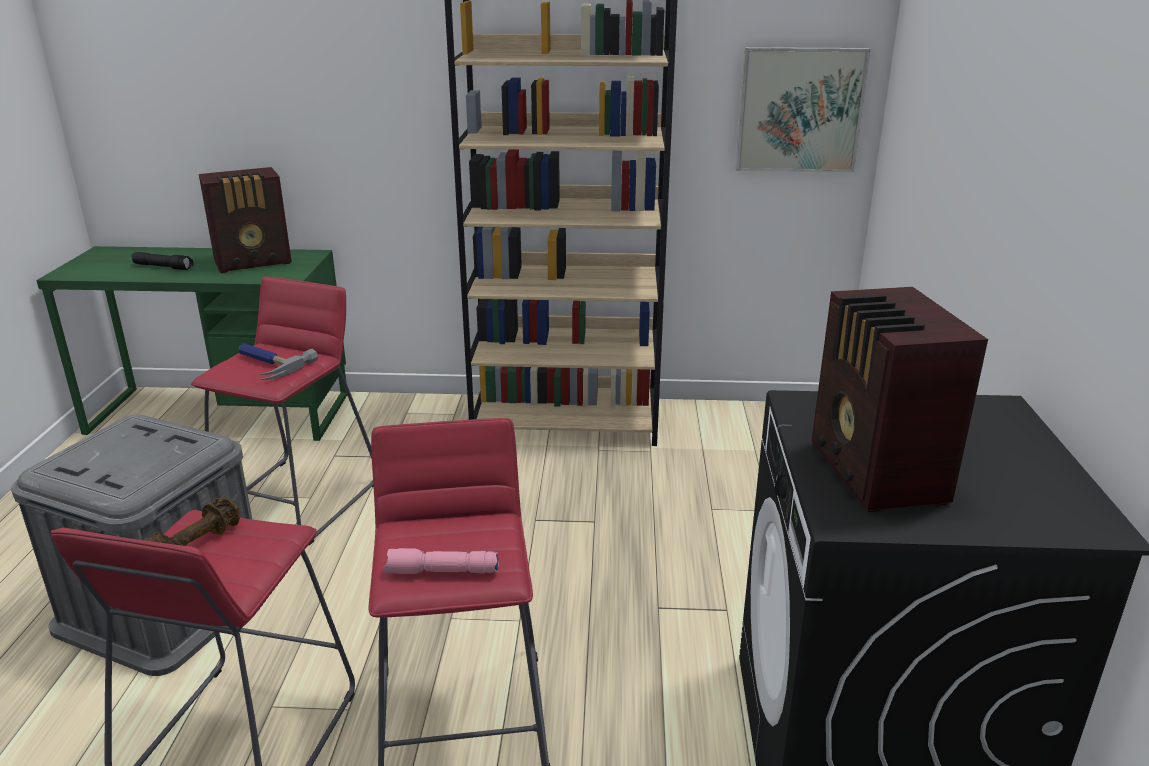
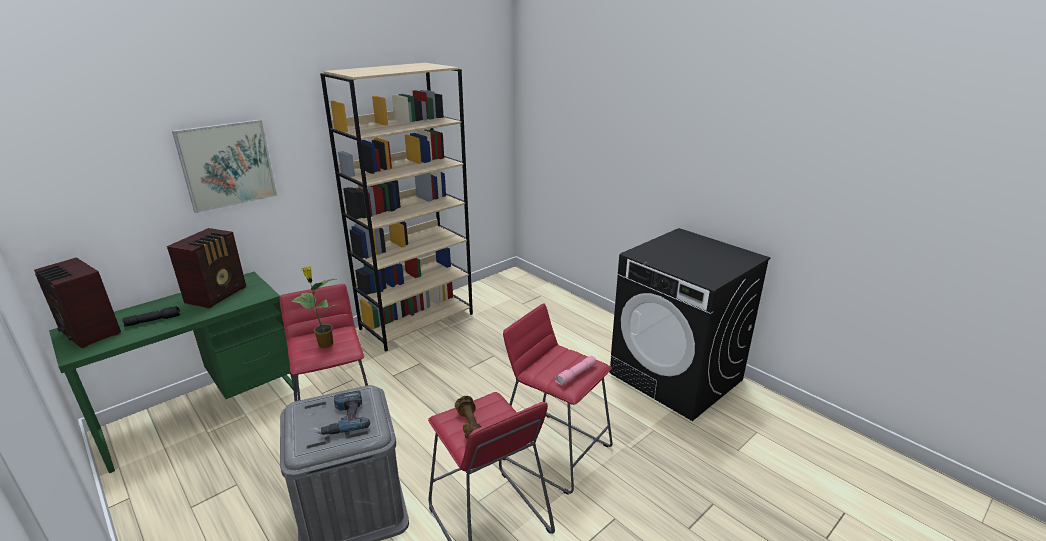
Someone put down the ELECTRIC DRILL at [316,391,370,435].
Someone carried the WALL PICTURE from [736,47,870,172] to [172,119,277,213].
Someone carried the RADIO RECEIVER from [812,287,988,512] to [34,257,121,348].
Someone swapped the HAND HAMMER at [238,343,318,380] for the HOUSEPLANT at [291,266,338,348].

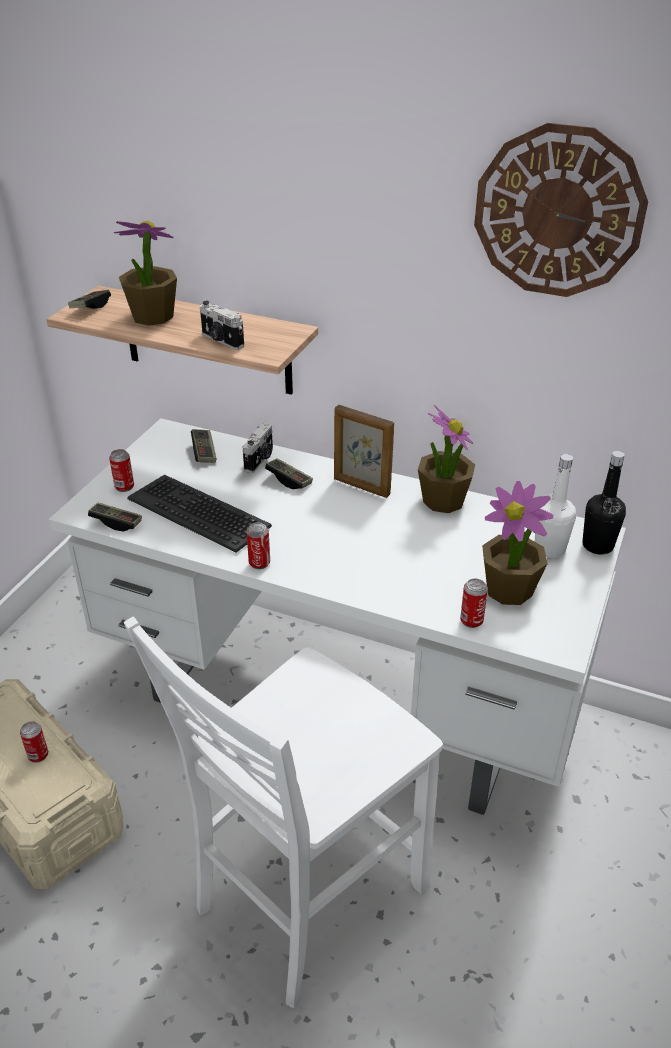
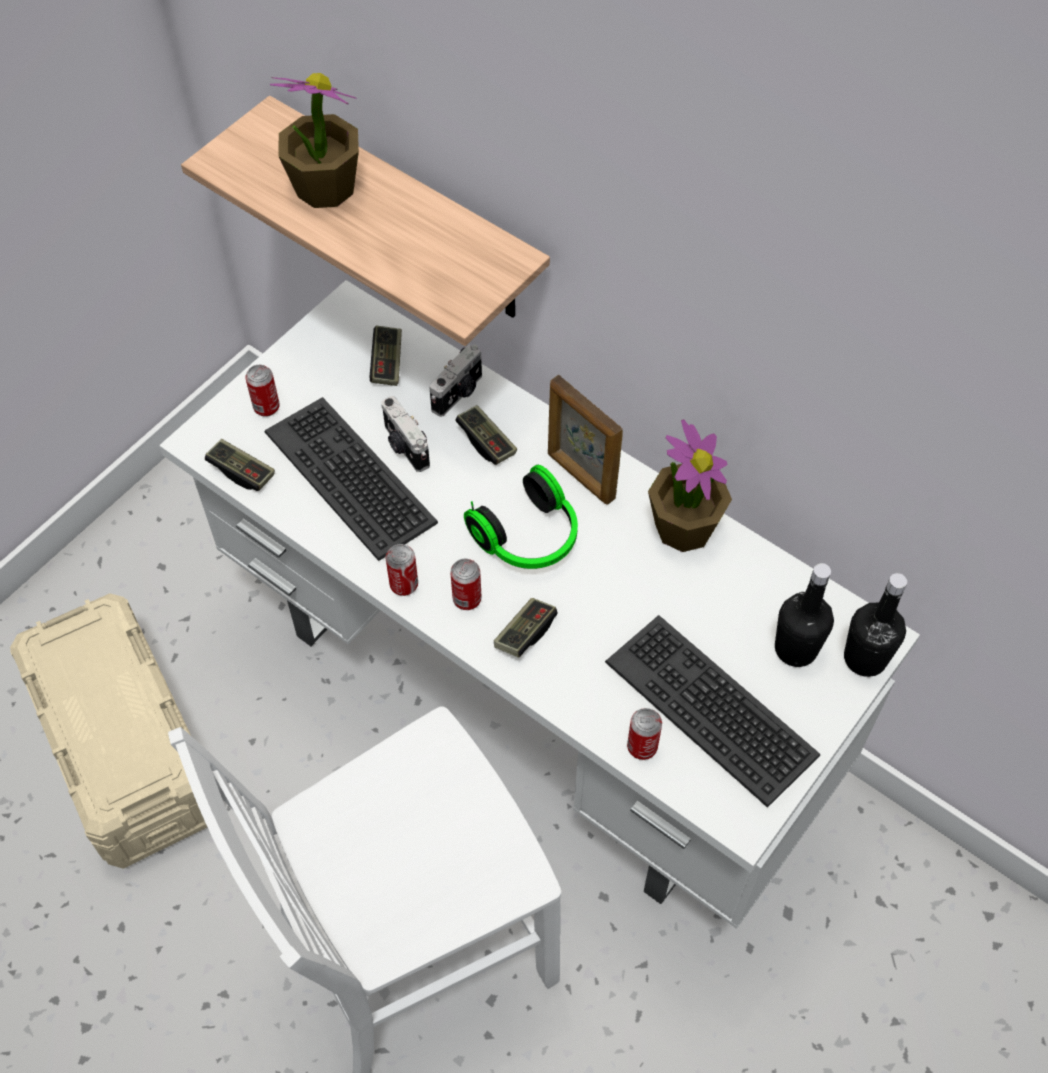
Someone took away the WALL CLOCK at [474,123,648,297].
Someone put down the HEADPHONES at [464,465,578,569].
Someone carried the METAL CAN from [20,721,48,763] to [450,558,482,610].
Someone carried the GAME CONTROLLER from [68,290,111,309] to [494,598,558,657].
Someone carried the PHOTO CAMERA from [200,301,244,350] to [381,396,430,472].
Someone swapped the HOUSEPLANT at [482,481,553,605] for the COMPUTER KEYBOARD at [605,615,820,808].
Someone repainted the WHITE-COLOURED DRINK BOTTLE at [535,454,576,558], which became the BLACKISH DRINK BOTTLE at [775,563,834,667].

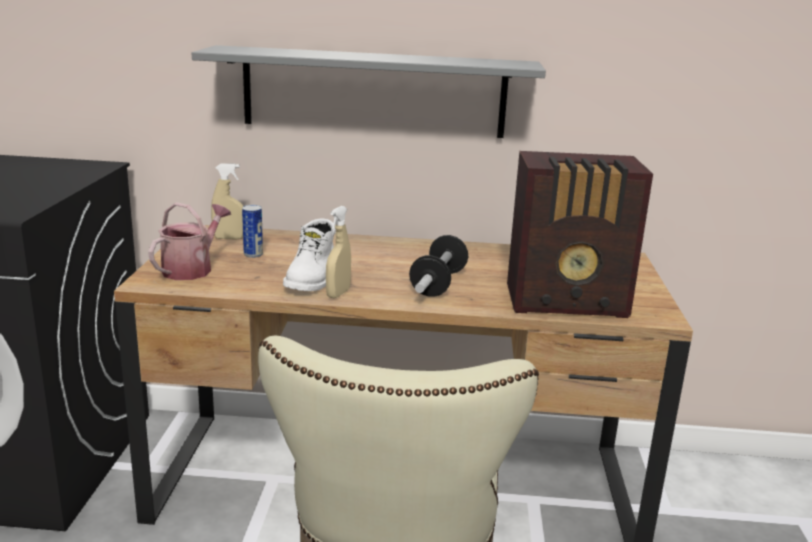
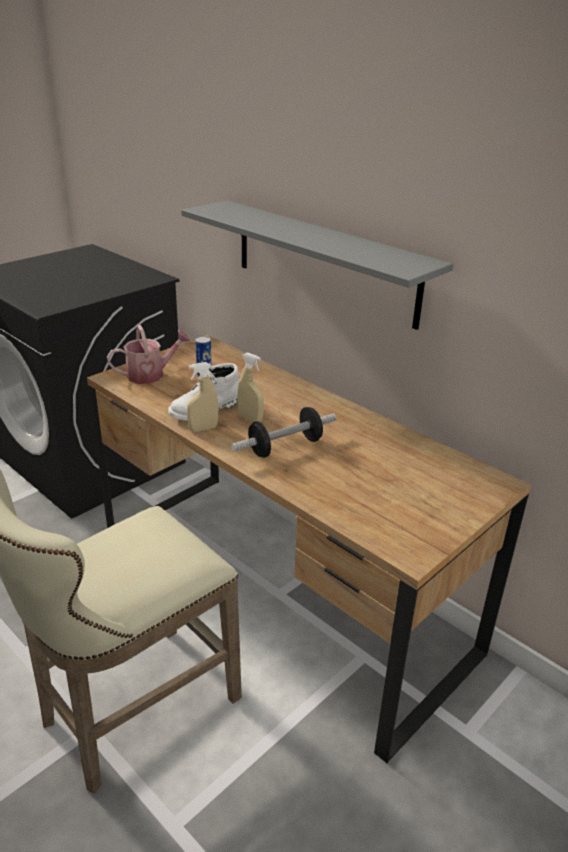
Someone took away the RADIO RECEIVER at [507,151,653,318].
Someone carried the BEIGE SPRAY BOTTLE from [211,163,243,240] to [238,352,264,422].

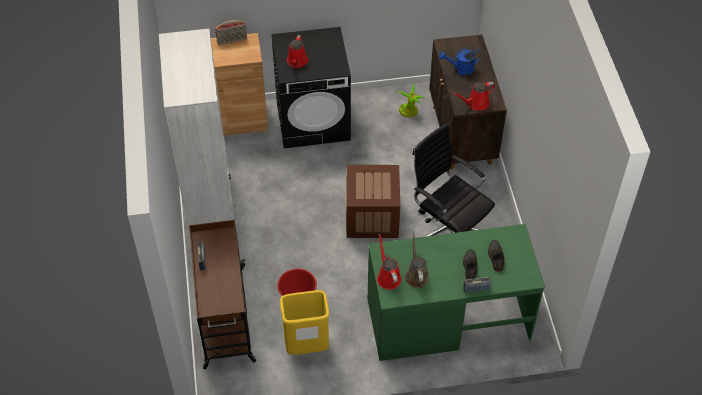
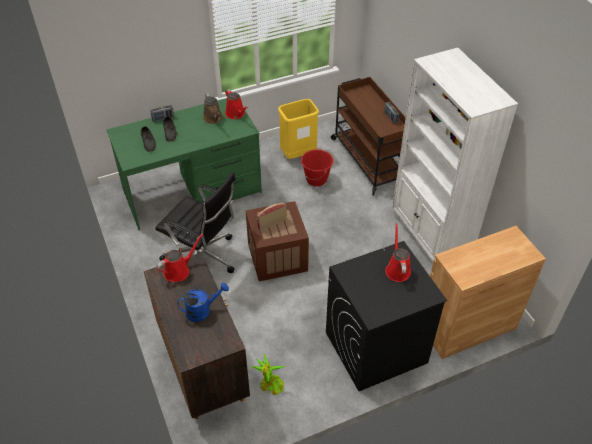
Someone carried the RADIO RECEIVER from [215,20,247,45] to [257,202,287,231].

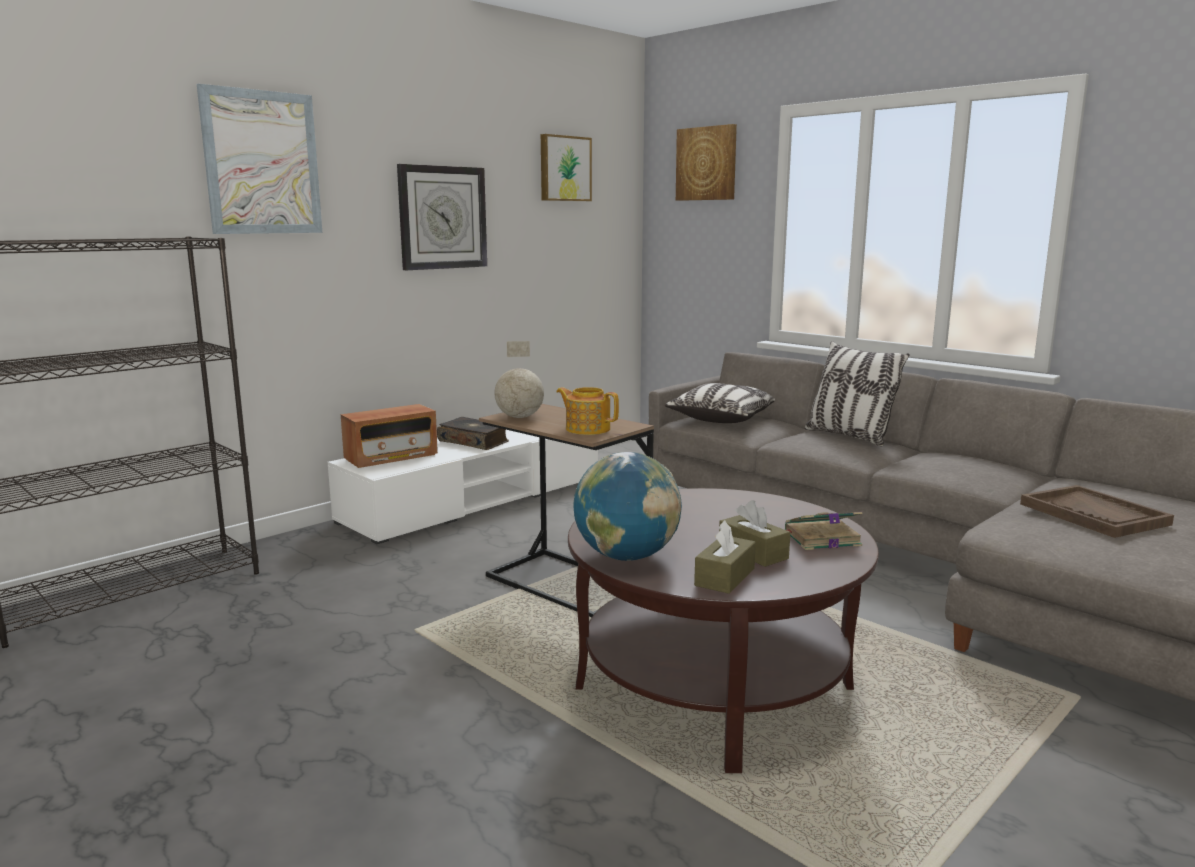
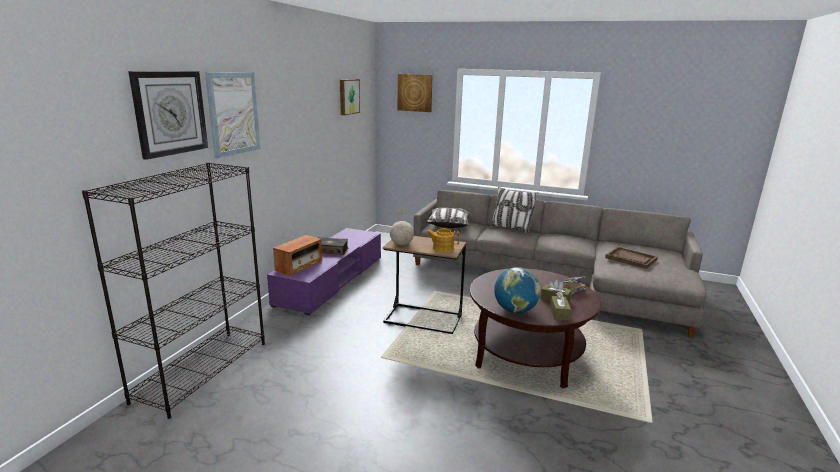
Someone carried the WALL CLOCK from [397,164,487,270] to [128,71,208,160].
Someone repainted the WHITE-COLOURED MEDIA CONSOLE at [328,430,598,545], which became the PURPLE-COLOURED MEDIA CONSOLE at [267,228,381,315].

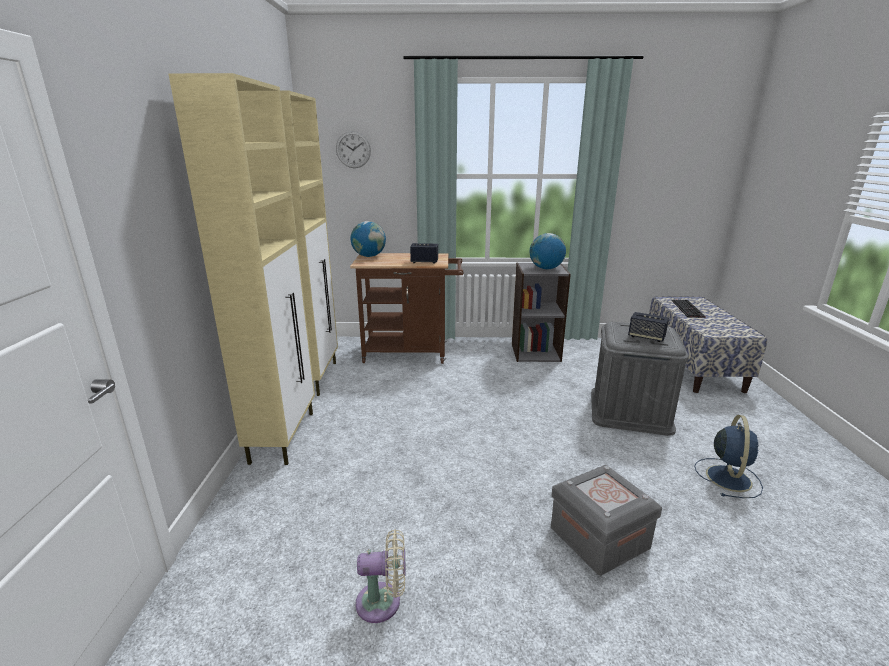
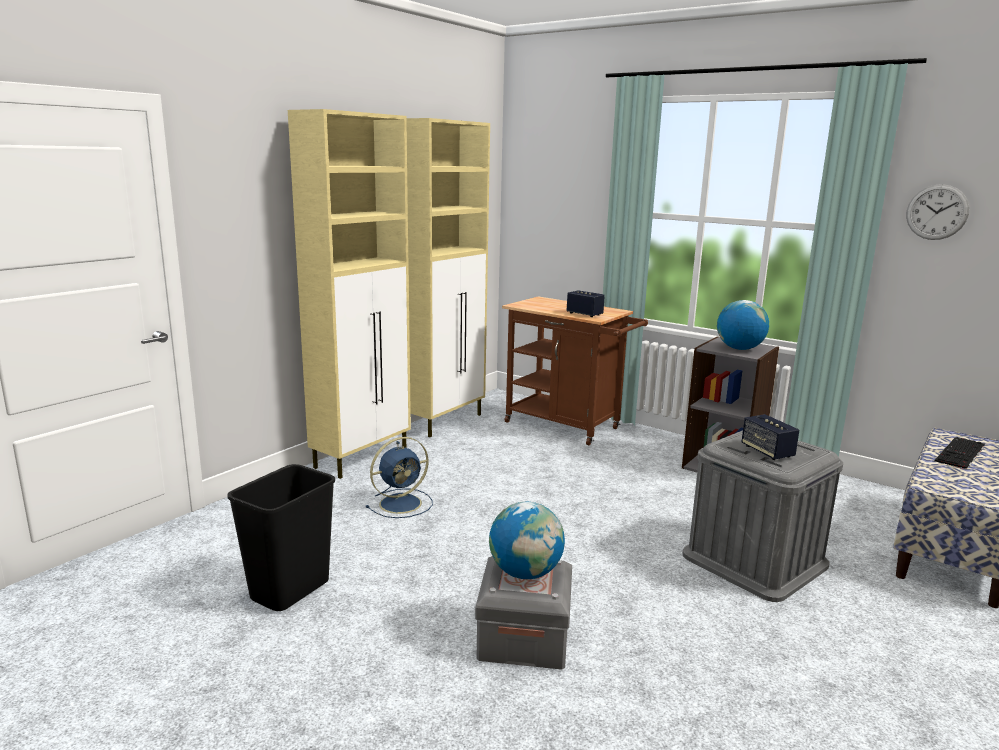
Someone carried the WALL CLOCK from [336,131,371,168] to [906,184,969,240].
Someone carried the WORLD GLOBE from [350,221,386,257] to [489,501,565,579].
Someone carried the BLUE-COLOURED ELECTRIC FAN from [695,415,763,498] to [366,437,433,518].
Someone swapped the BEIGE ELECTRIC FAN at [355,529,405,623] for the BLACKISH WASTE BIN at [227,464,335,611].

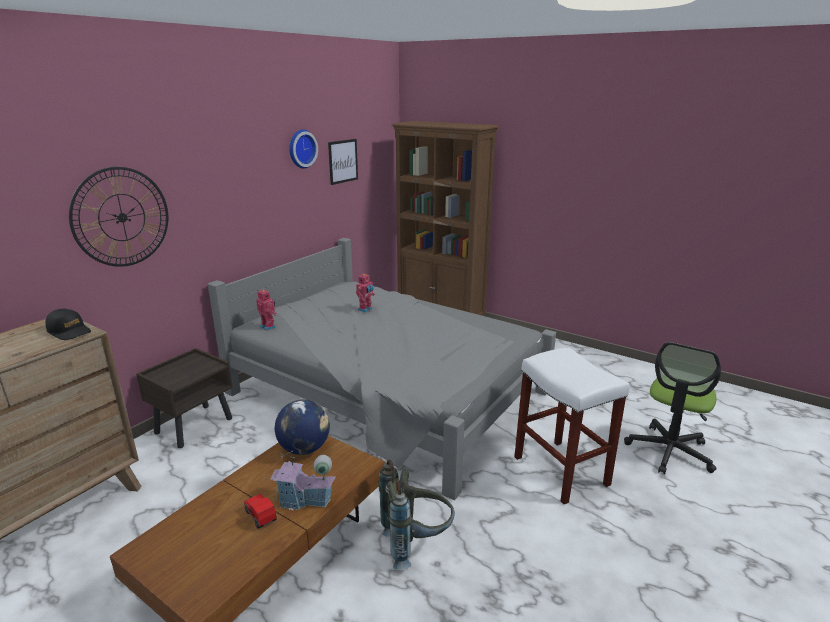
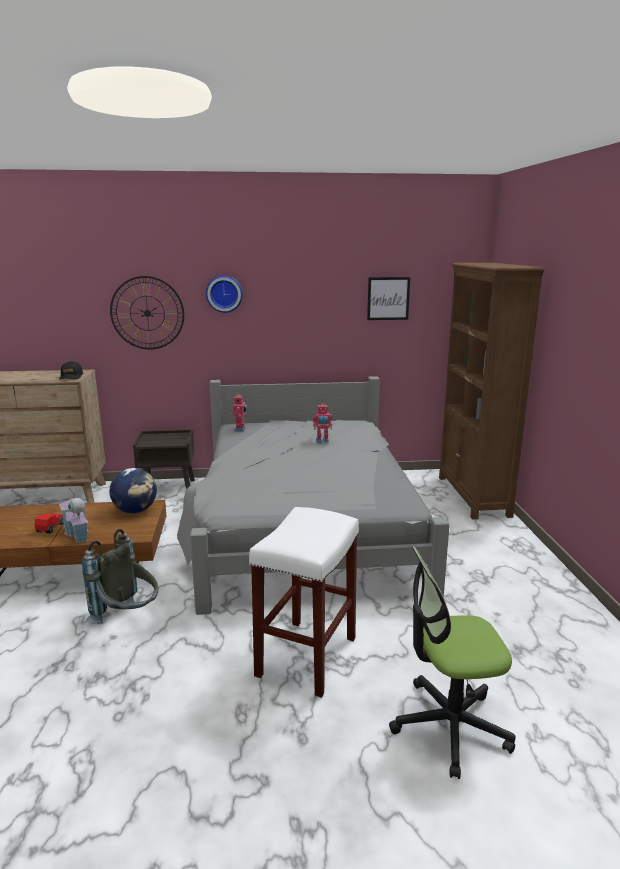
Someone carried the WALL CLOCK from [289,129,318,169] to [206,275,243,313].

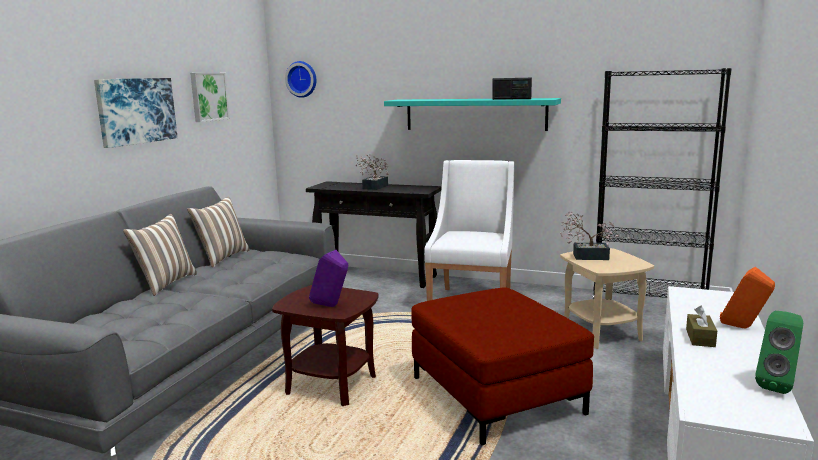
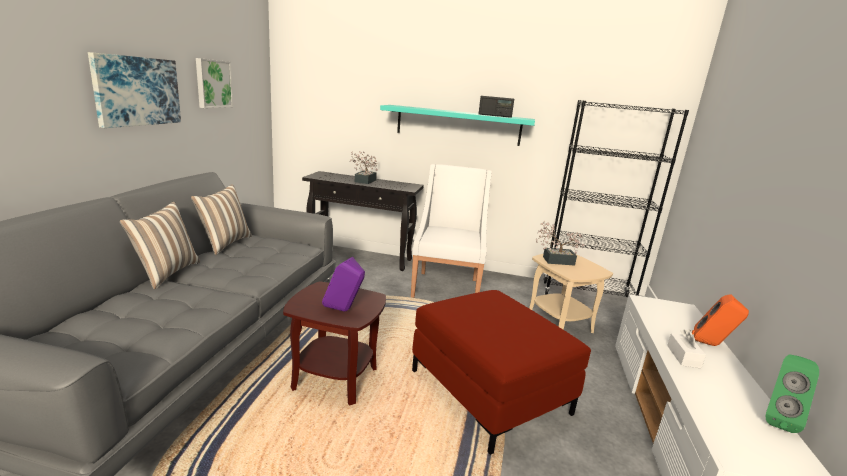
Someone took away the WALL CLOCK at [285,61,316,98].
Someone repainted the BROWN-COLOURED BOX OF TISSUES at [686,306,717,347], which became the WHITE-COLOURED BOX OF TISSUES at [667,329,706,368].

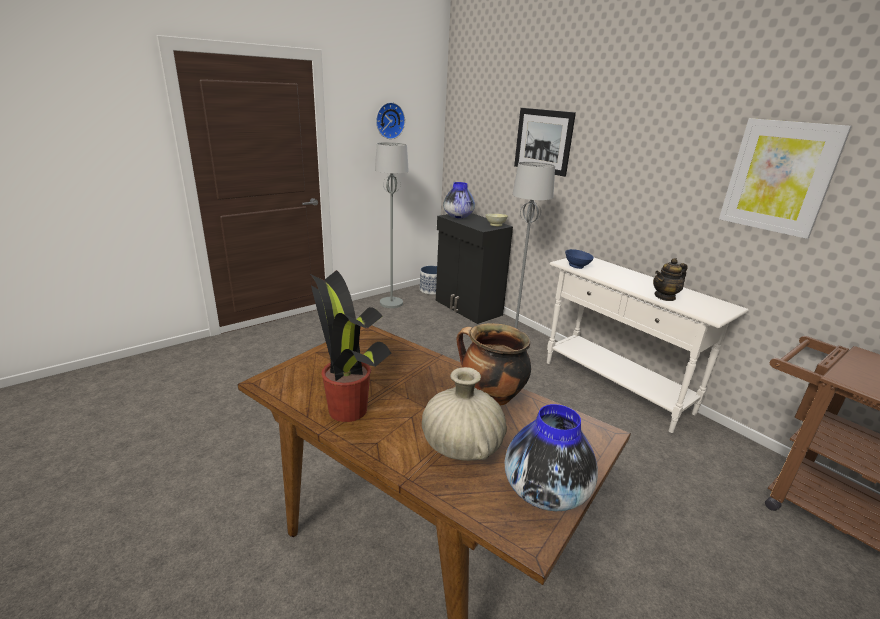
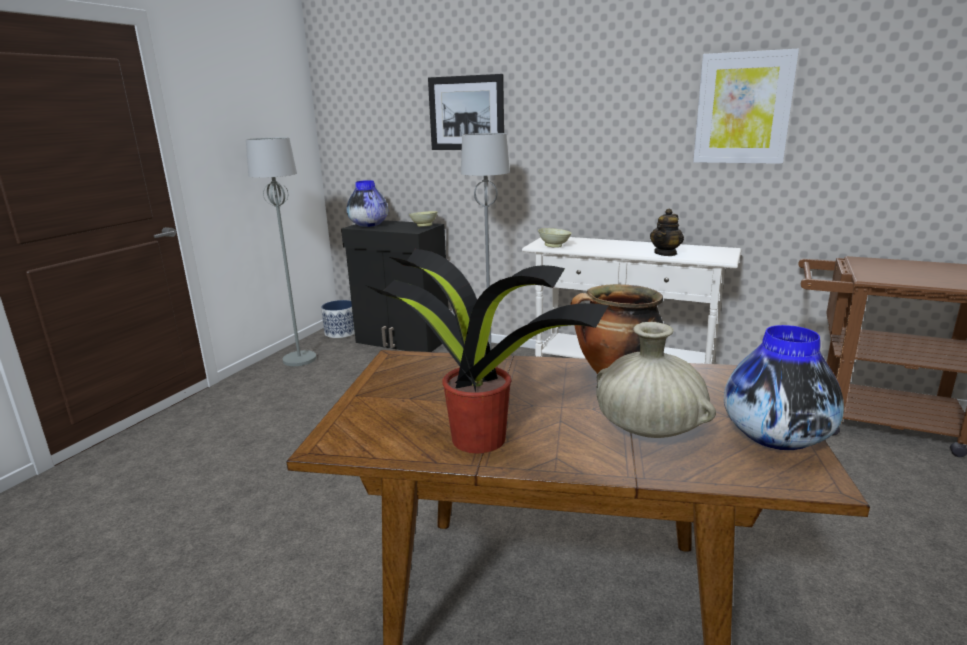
Someone took away the WALL CLOCK at [376,102,405,139].
Someone repainted the BLUE-COLOURED SERVING BOWL at [565,249,594,269], which became the BEIGE SERVING BOWL at [538,228,572,248].

